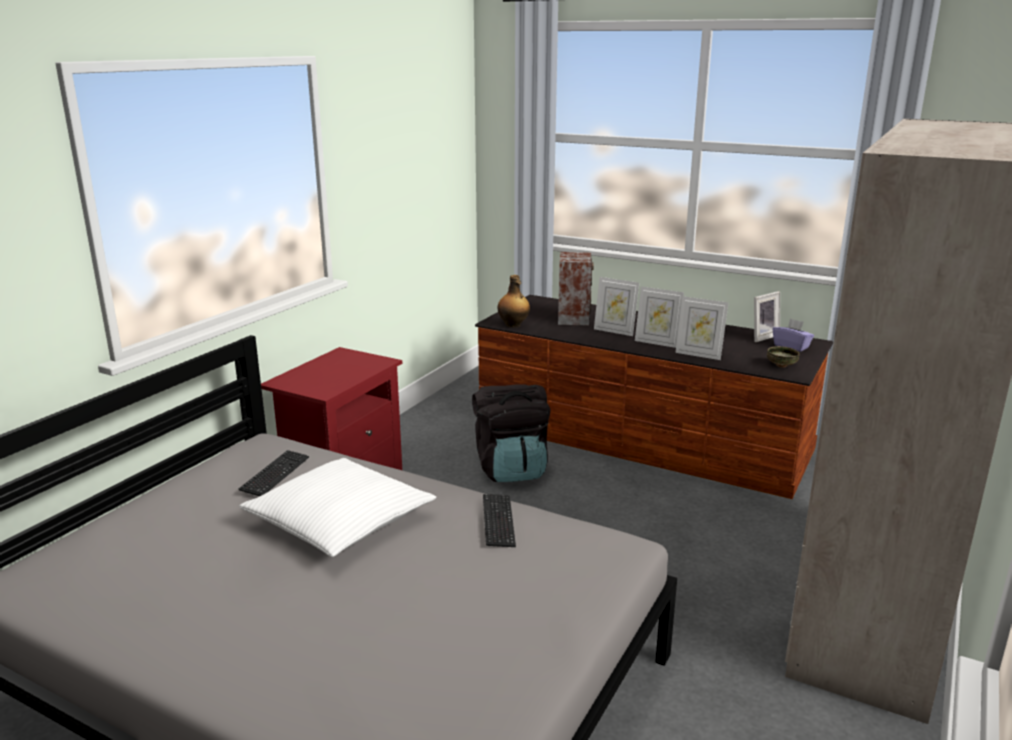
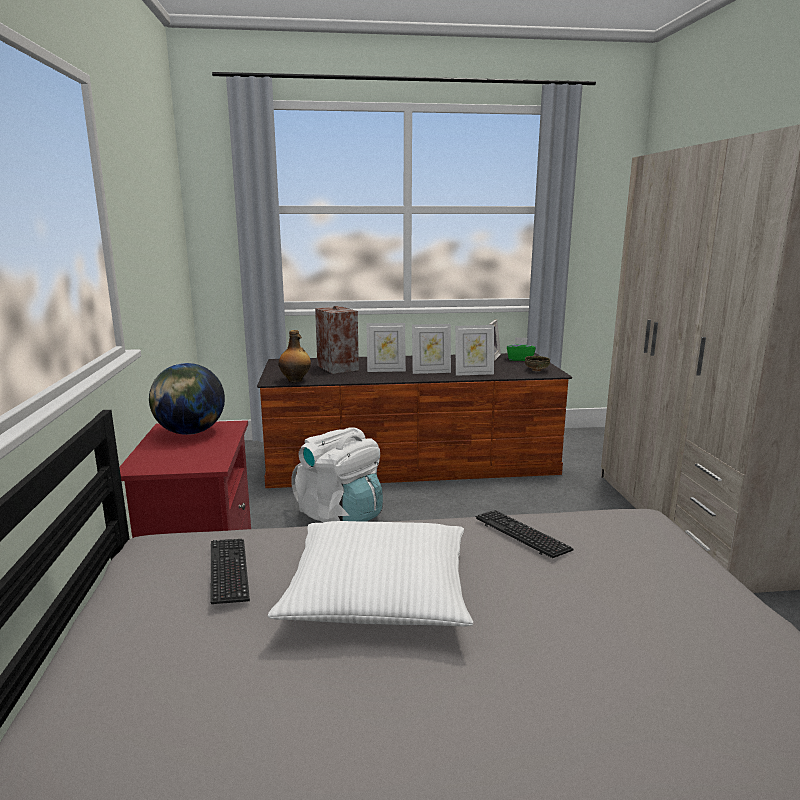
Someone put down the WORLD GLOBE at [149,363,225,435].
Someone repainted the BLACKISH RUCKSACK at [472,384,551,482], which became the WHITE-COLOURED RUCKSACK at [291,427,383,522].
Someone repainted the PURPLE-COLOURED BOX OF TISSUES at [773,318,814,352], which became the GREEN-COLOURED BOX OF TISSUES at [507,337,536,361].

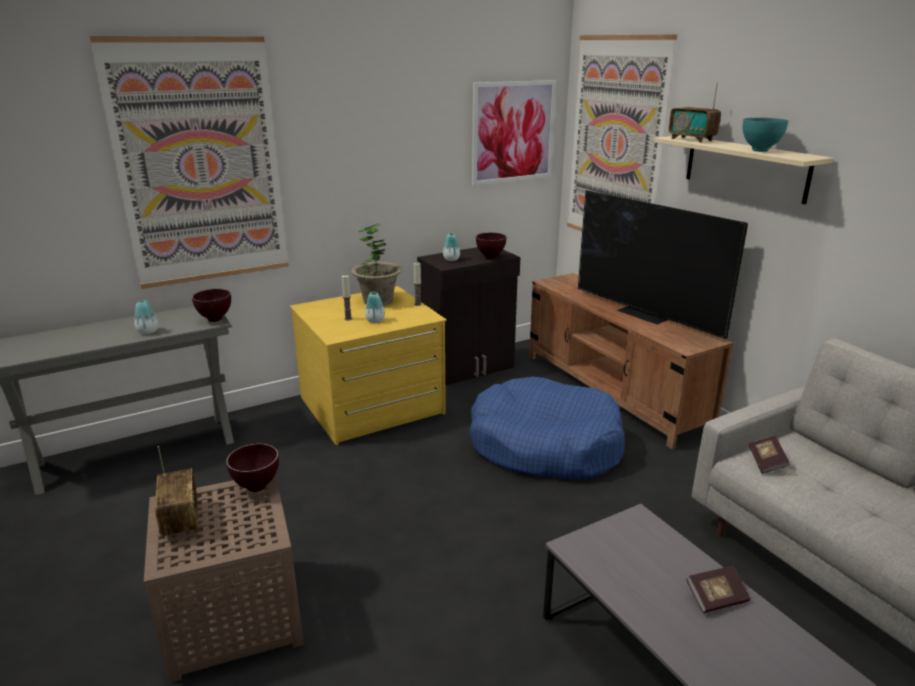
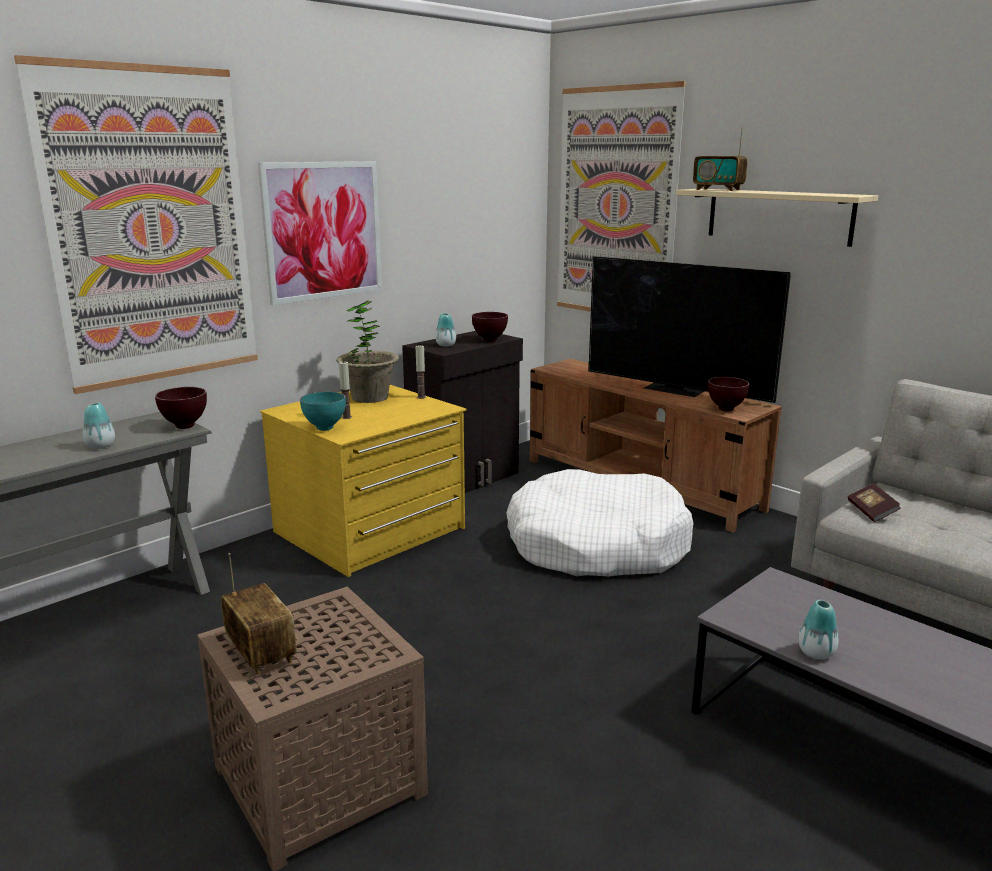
Someone took away the BOOK at [686,566,750,613].
Someone carried the BROWN-COLOURED SERVING BOWL from [226,443,279,492] to [708,377,749,411].
Someone carried the DECORATIVE VASE from [365,292,385,323] to [798,600,838,659].
Someone carried the WALL PICTURE from [472,80,557,186] to [258,161,382,305].
Someone carried the TURQUOISE-COLOURED SERVING BOWL from [743,118,788,152] to [300,391,346,431].
Someone repainted the BLUE-COLOURED PET BED at [470,377,624,480], which became the WHITE-COLOURED PET BED at [506,469,694,577].

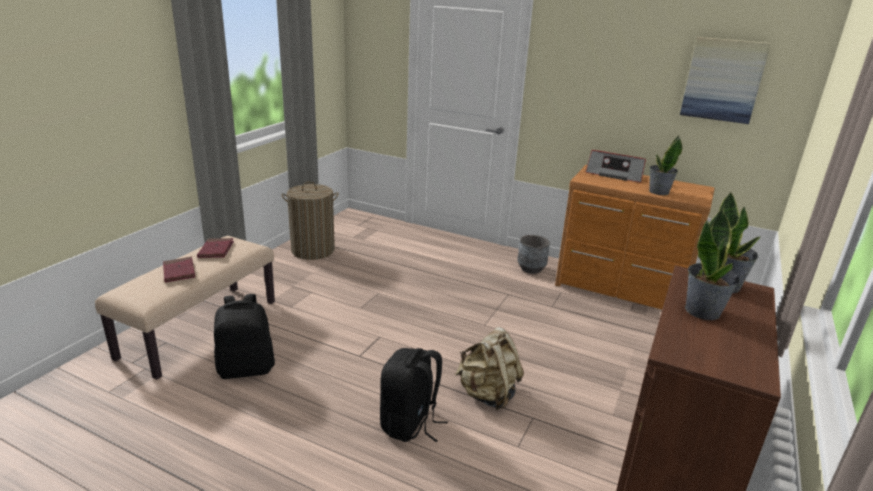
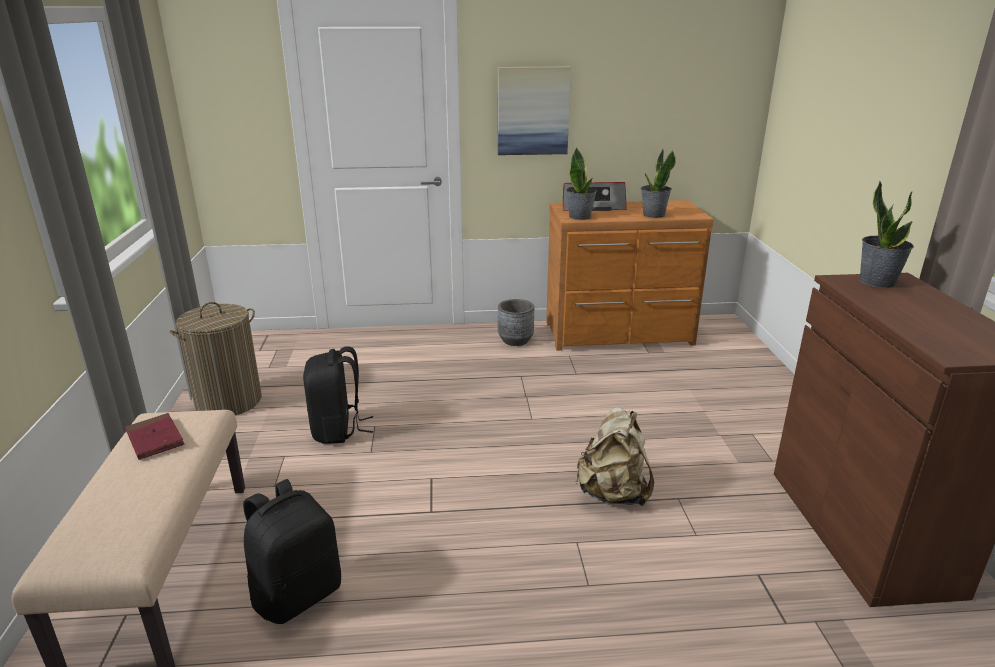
Someone took away the RED BOOK at [163,257,195,282].
Someone carried the BLACKISH RUCKSACK from [380,348,448,442] to [303,346,373,444].
Someone carried the WALL PICTURE from [680,37,771,124] to [498,67,571,155].
Someone carried the HOUSEPLANT from [685,208,740,320] to [566,147,597,220].

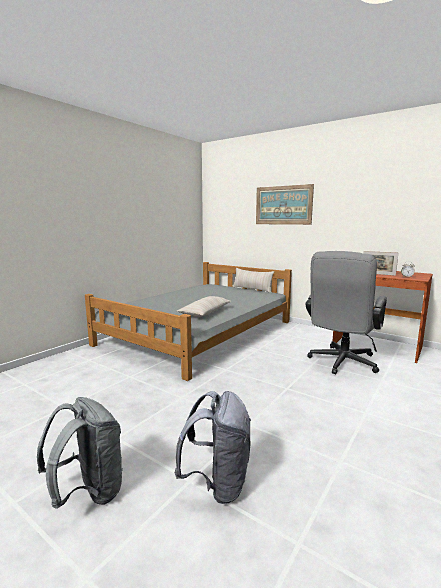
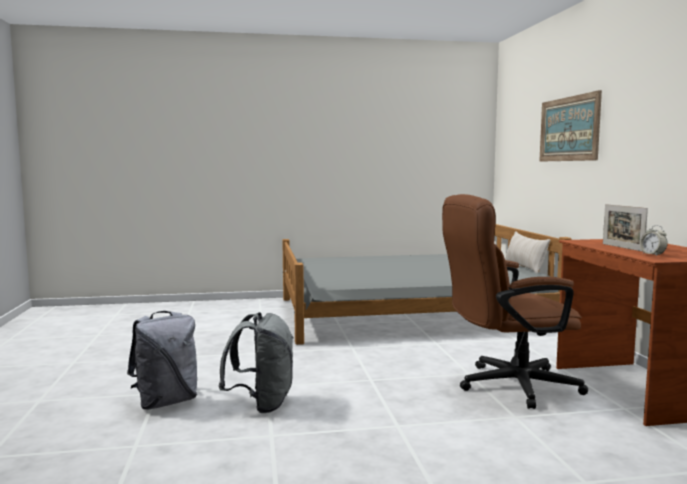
Someone took away the BEIGE PILLOW at [177,296,231,317].
Someone carried the GREY RUCKSACK from [37,397,123,509] to [218,312,294,413].
Someone repainted the GREY OFFICE CHAIR at [306,251,387,374], which became the BROWN-COLOURED OFFICE CHAIR at [442,194,588,409].

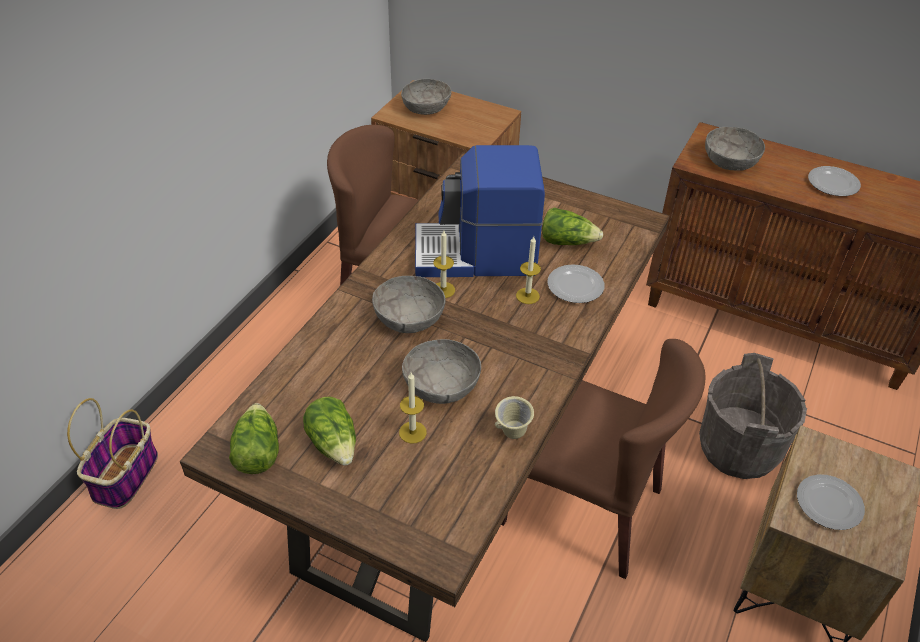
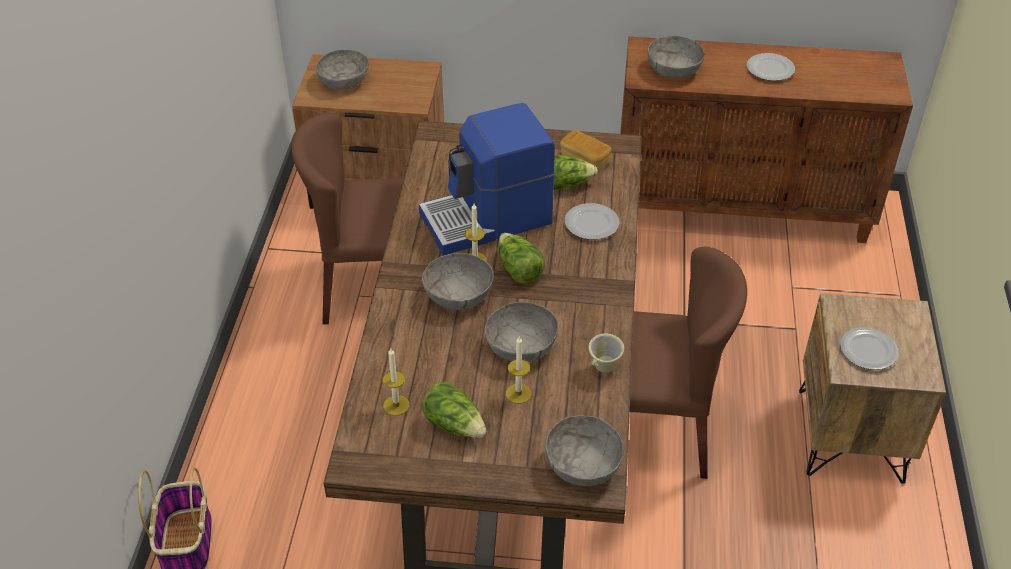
Someone took away the GREY PAIL at [699,353,807,479].
Someone put down the GREY SERVING BOWL at [545,415,624,486].
Someone put down the BAKERY BREAD at [560,130,611,171].
Someone carried the LETTUCE from [229,403,279,474] to [498,233,545,284].
Someone carried the WAX LIGHT from [516,236,541,304] to [383,348,410,416].

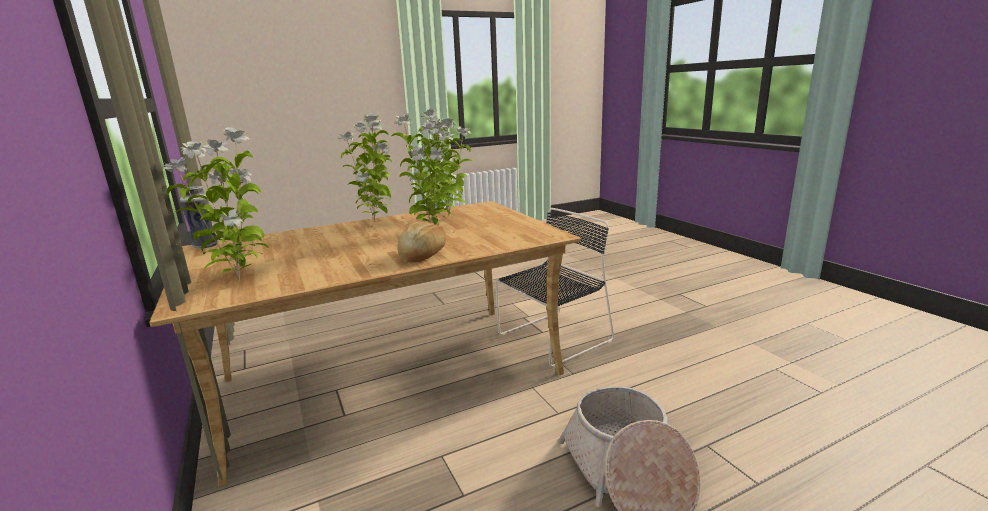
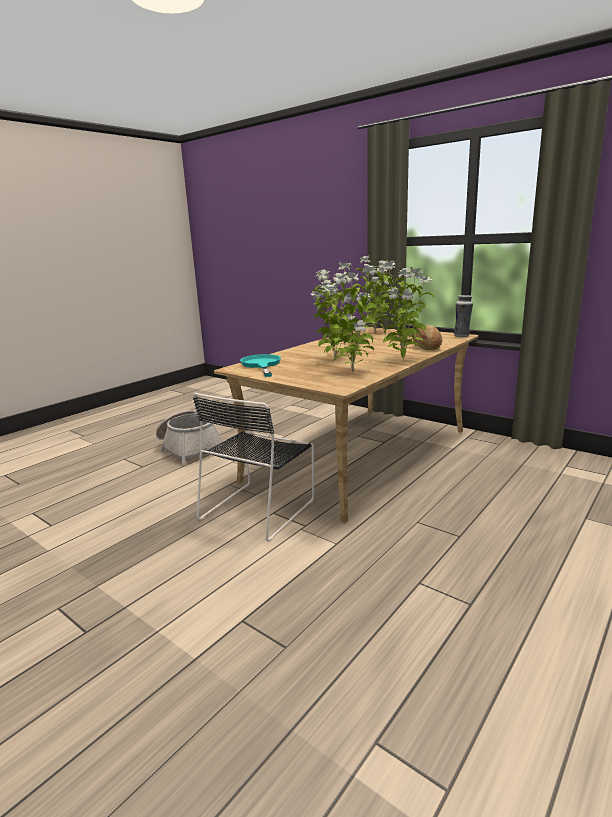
Someone put down the TURQUOISE-COLOURED PAN at [240,354,281,377].
Someone carried the BAKERY BREAD from [398,221,446,262] to [413,325,442,350].

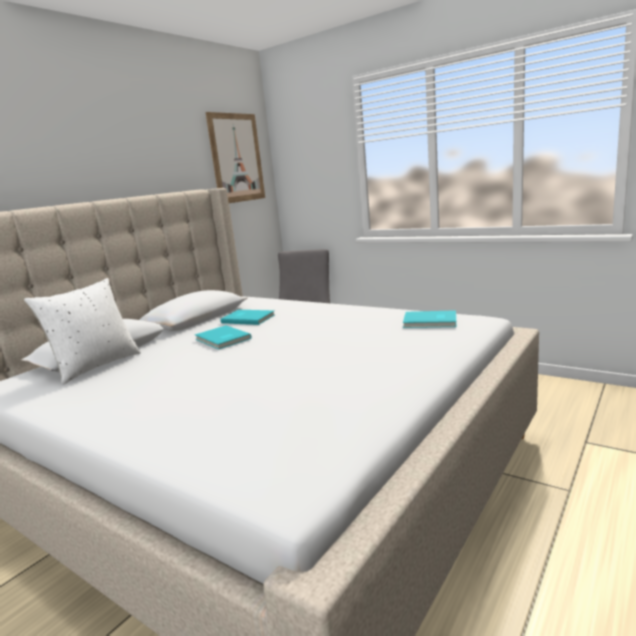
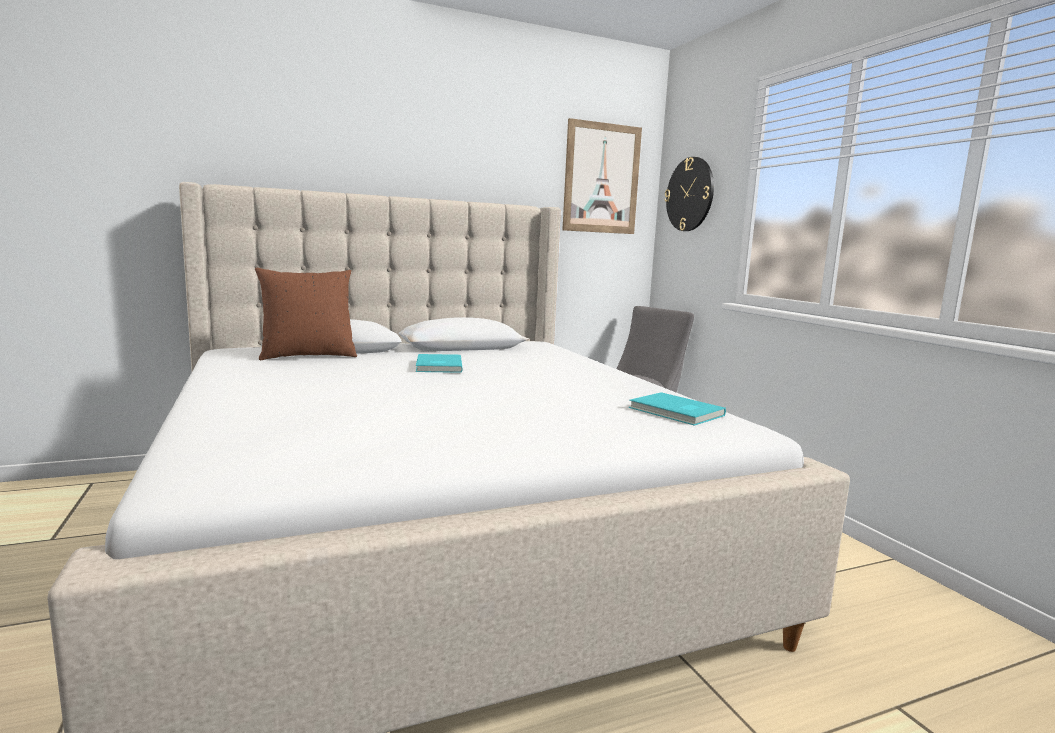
Someone took away the TURQUOISE-COLOURED BOOK at [220,310,275,325].
Someone put up the WALL CLOCK at [664,157,714,231].
Someone repainted the WHITE-COLOURED PILLOW at [24,278,141,385], which became the BROWN-COLOURED PILLOW at [255,268,357,360].

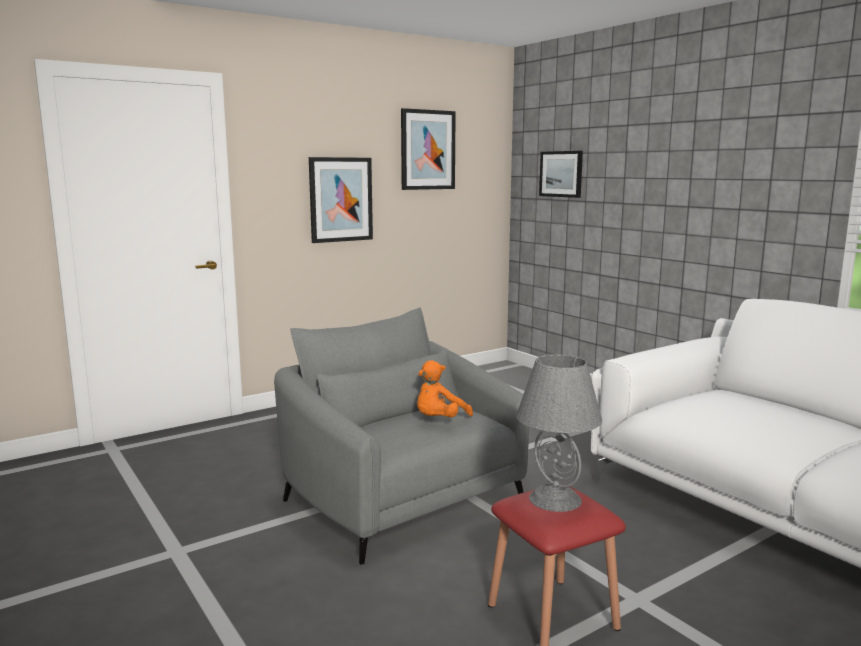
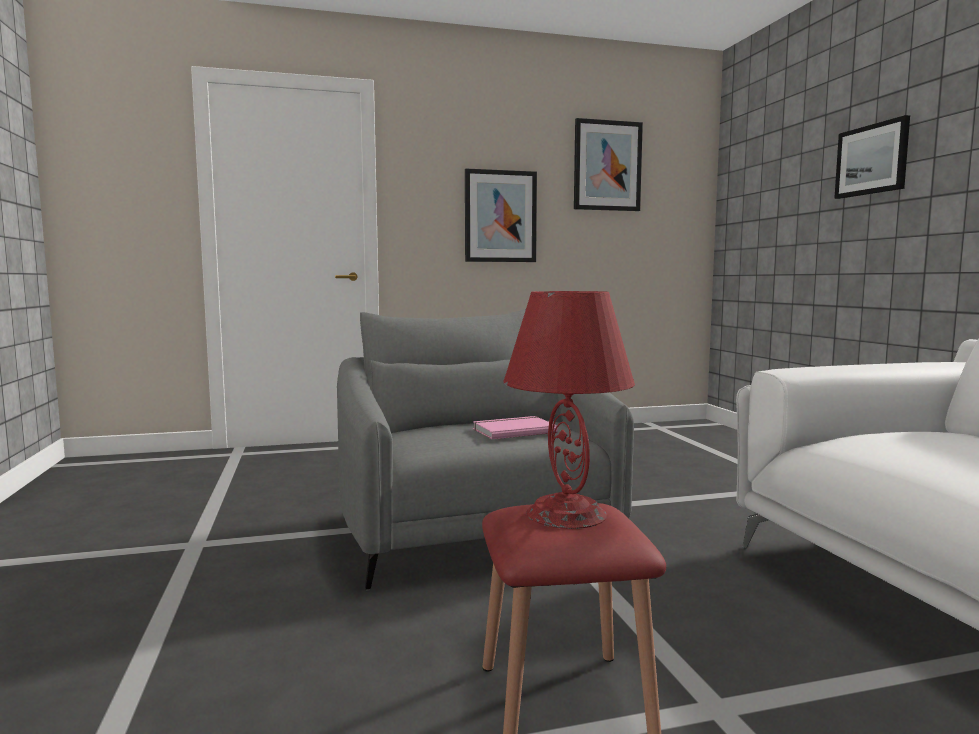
Someone carried the WALL PICTURE from [539,151,583,198] to [834,115,910,199].
Someone swapped the ORANGEY CUDDLY TOY at [417,360,473,417] for the PINK-COLOURED BOOK at [473,416,558,439].
Someone repainted the GREY TABLE LAMP at [516,354,602,512], which became the RED TABLE LAMP at [503,291,635,529].

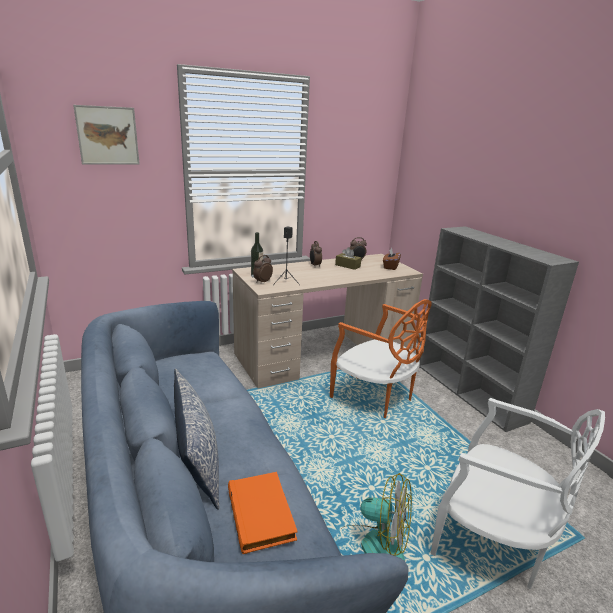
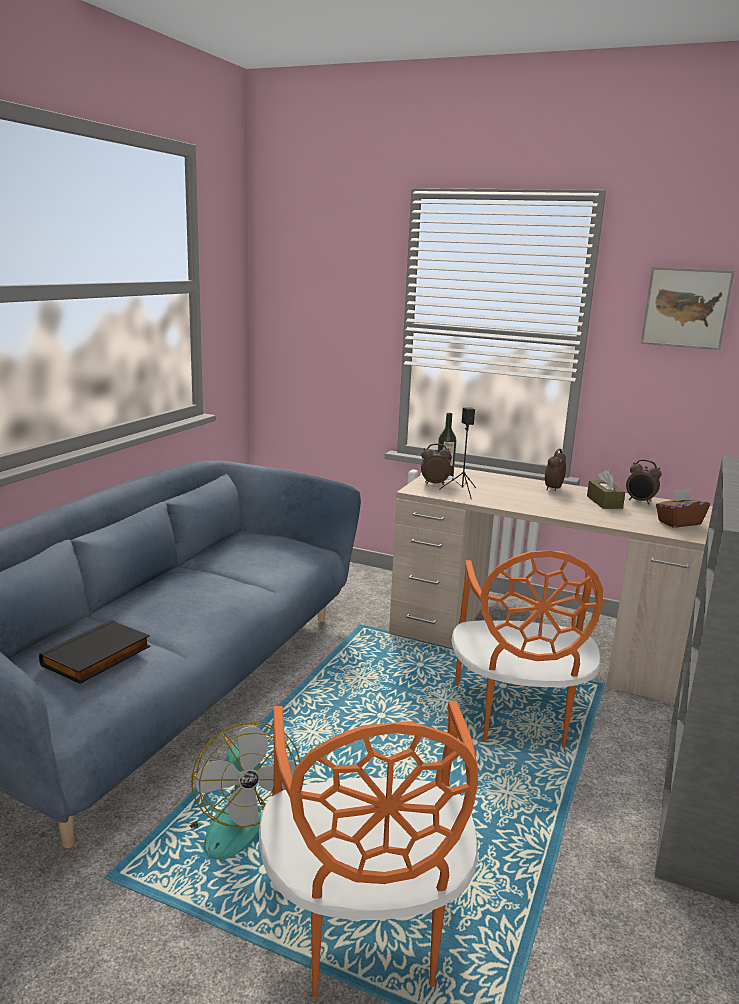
Someone took away the PILLOW at [174,368,220,510].
Someone carried the WALL PICTURE from [73,105,140,165] to [641,267,735,350].
Someone repainted the ORANGEY BOOK at [228,472,298,554], which became the BLACKISH BOOK at [39,619,151,684].
Someone repainted the WHITE-COLOURED PLAIN CHAIR at [431,398,605,589], which became the ORANGEY PLAIN CHAIR at [259,701,478,998].

